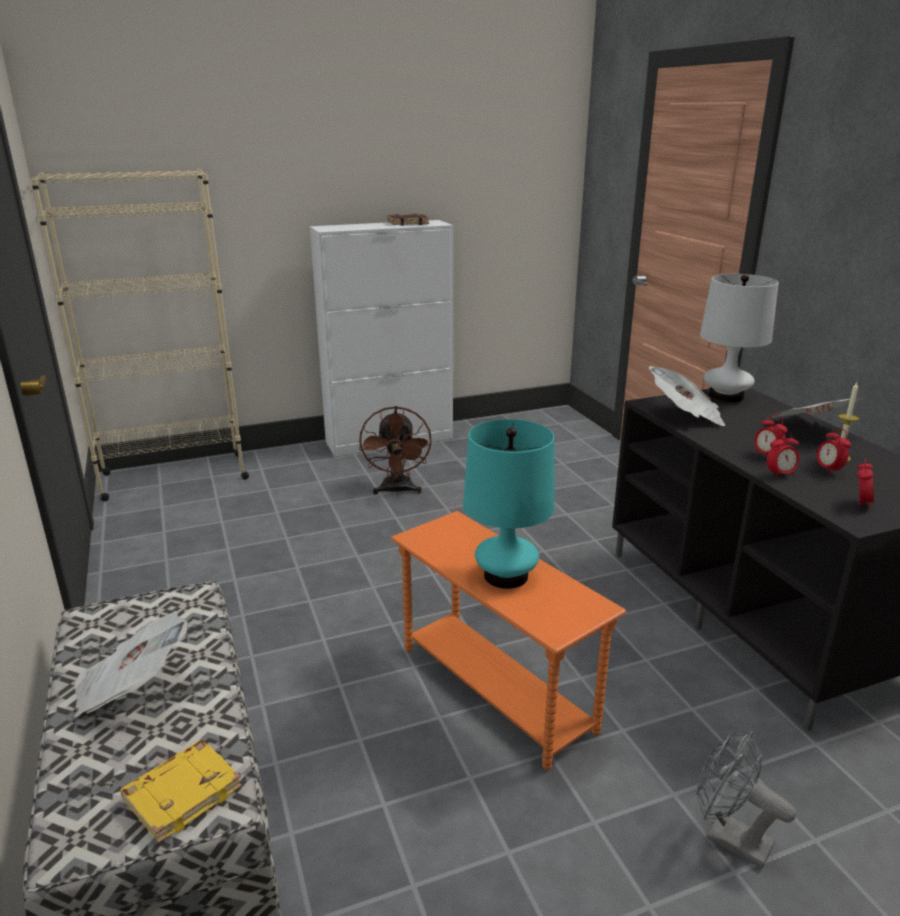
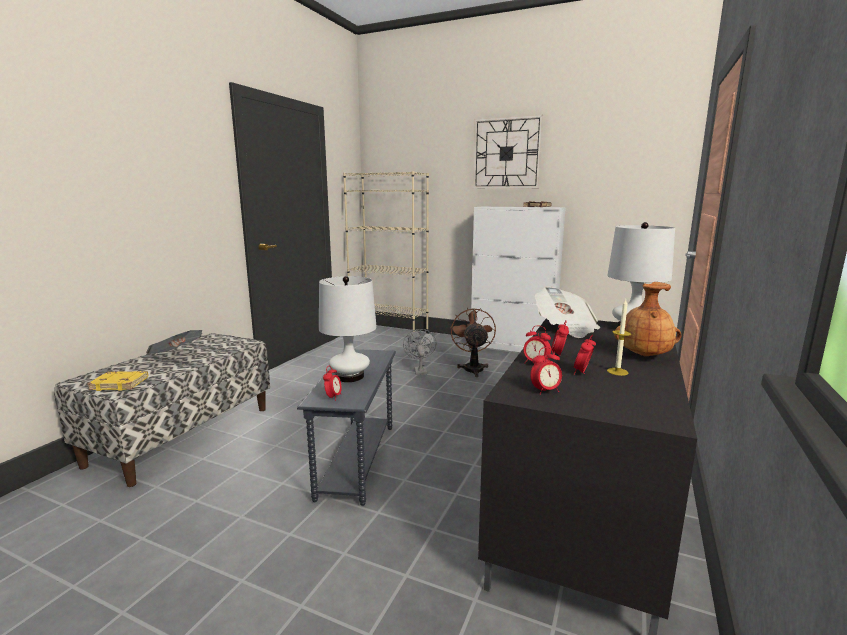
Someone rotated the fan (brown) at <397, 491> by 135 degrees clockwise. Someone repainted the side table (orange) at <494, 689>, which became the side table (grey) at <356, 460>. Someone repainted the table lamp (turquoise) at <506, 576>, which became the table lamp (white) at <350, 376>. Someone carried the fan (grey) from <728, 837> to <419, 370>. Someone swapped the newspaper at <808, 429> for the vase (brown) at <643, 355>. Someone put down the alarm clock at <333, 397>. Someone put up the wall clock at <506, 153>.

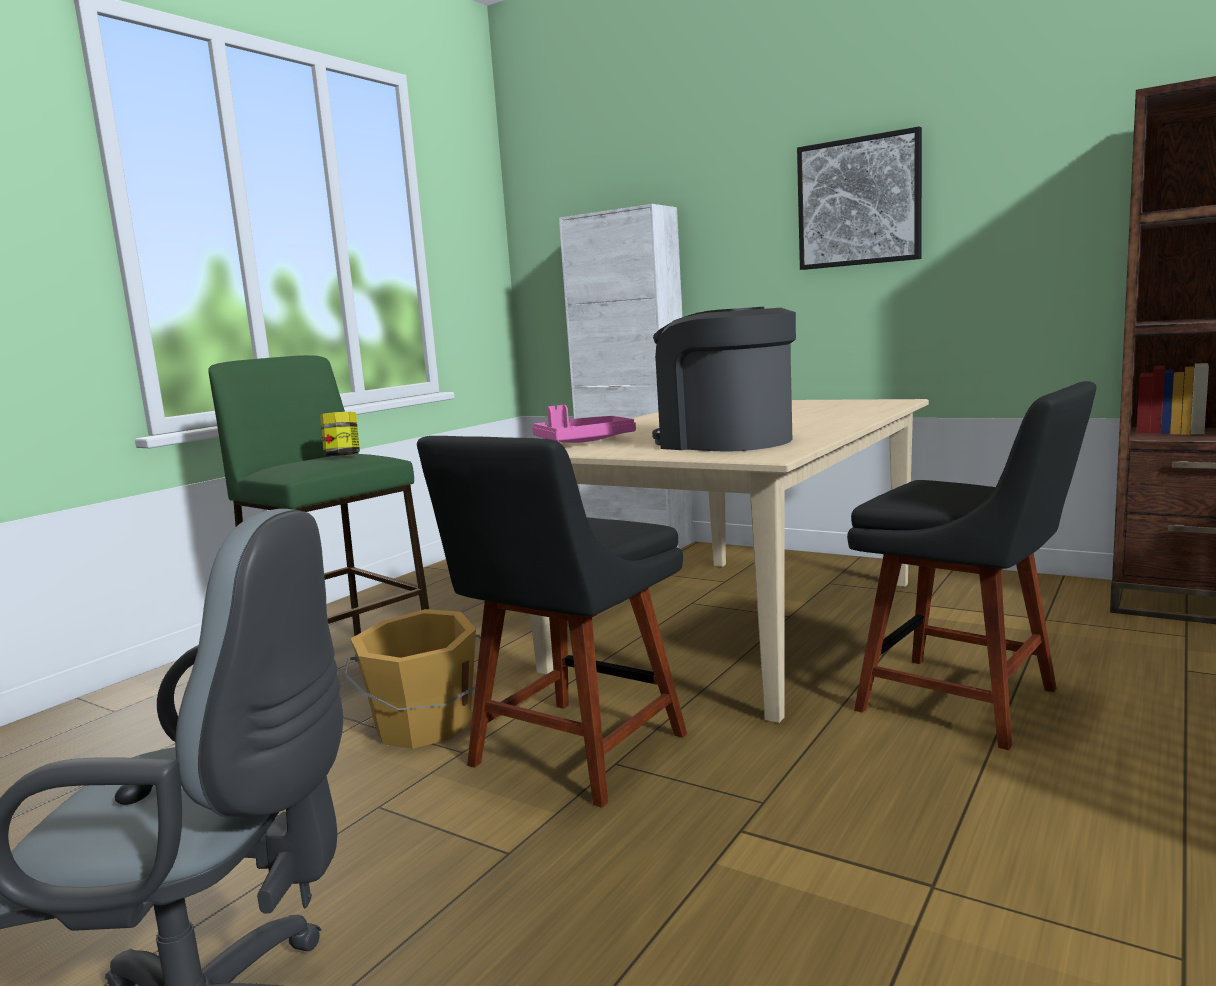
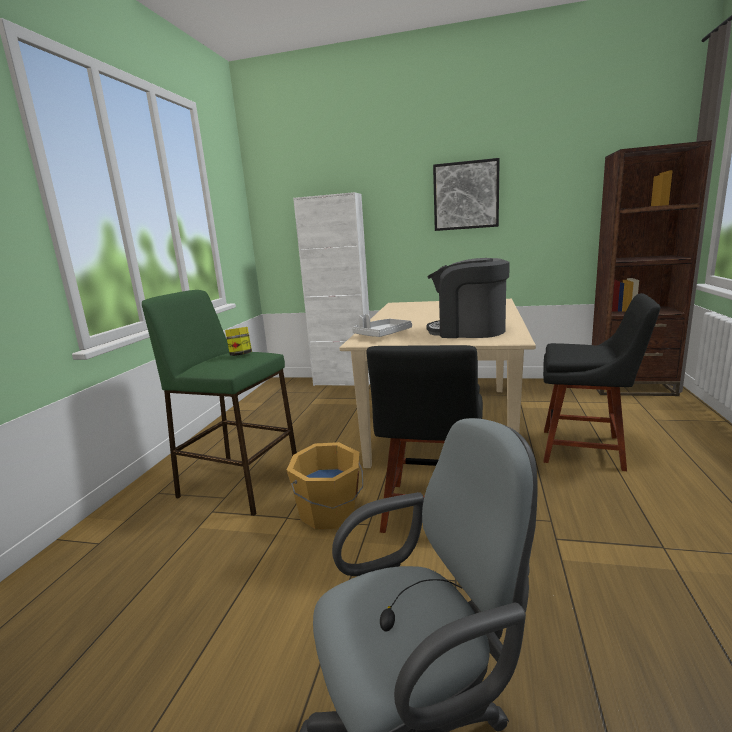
Someone repainted the tray (pink) at <583, 441>, which became the tray (grey) at <382, 335>.

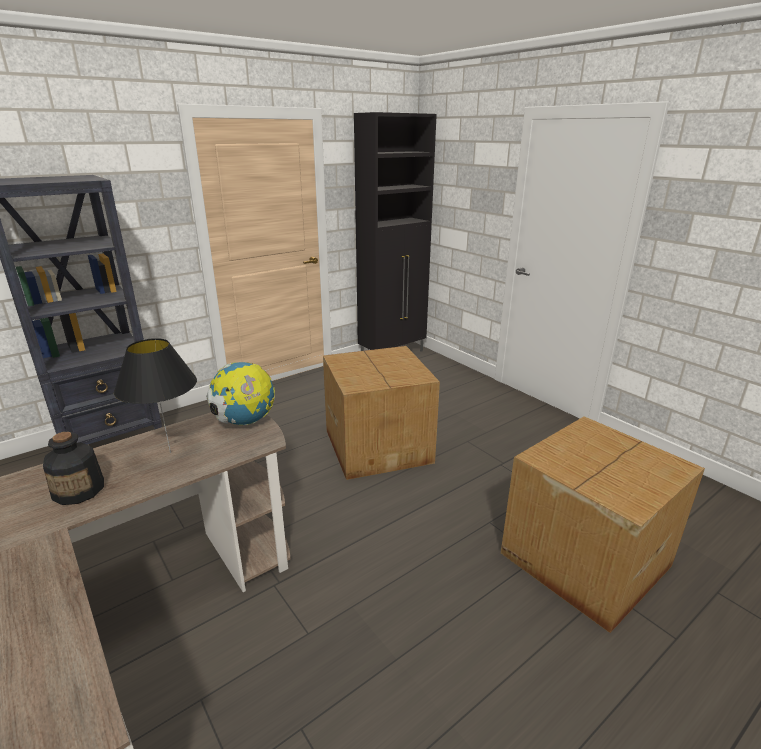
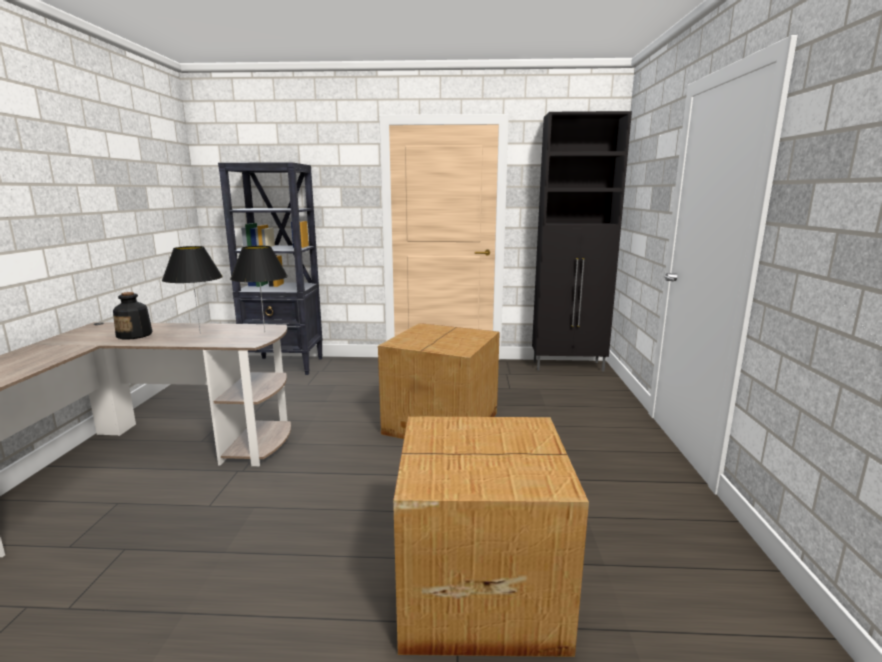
Someone swapped the globe at <245, 422> for the table lamp (black) at <264, 332>.

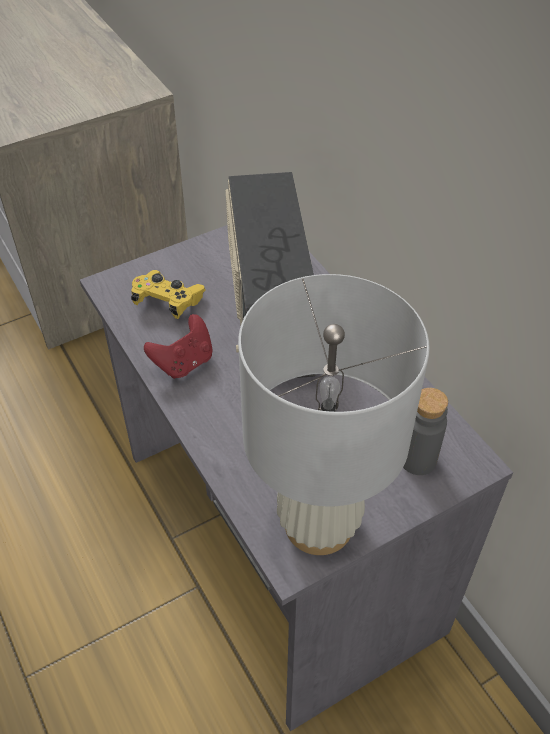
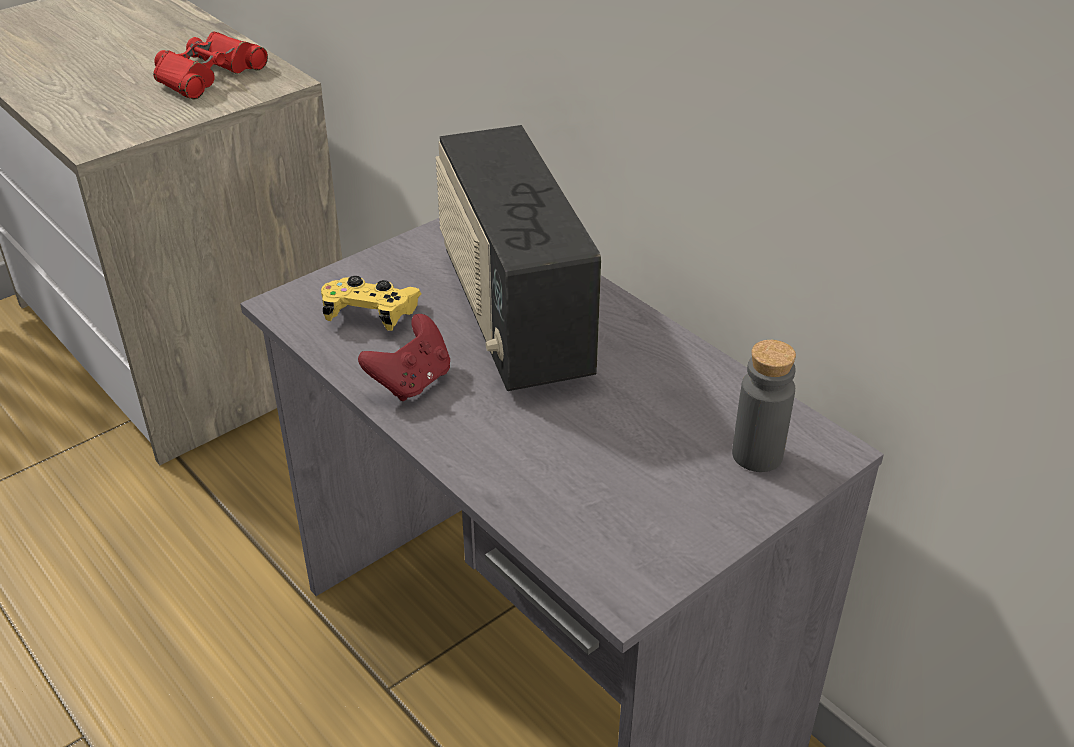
Someone took away the table lamp (white) at <319, 523>. Someone put down the binoculars (red) at <208, 75>.

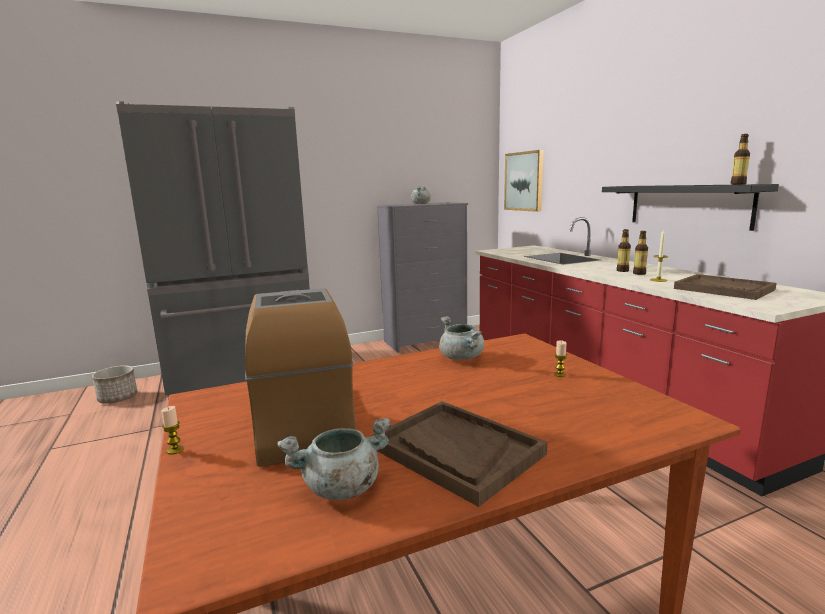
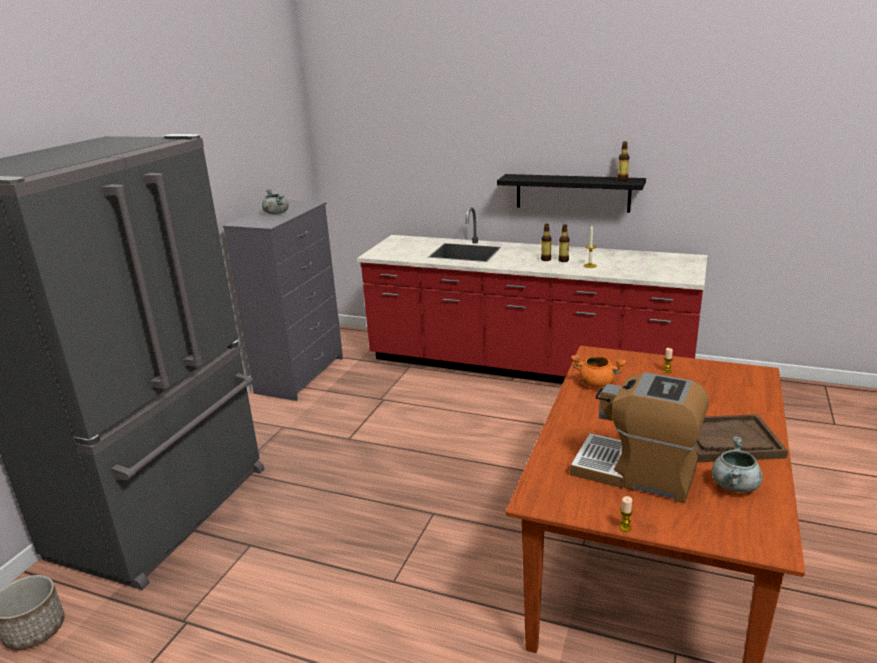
Someone repainted the cooking pot (grey) at <462, 358>, which became the cooking pot (orange) at <596, 383>. Someone took away the picture at <524, 181>. Someone took away the tray (brown) at <723, 289>.

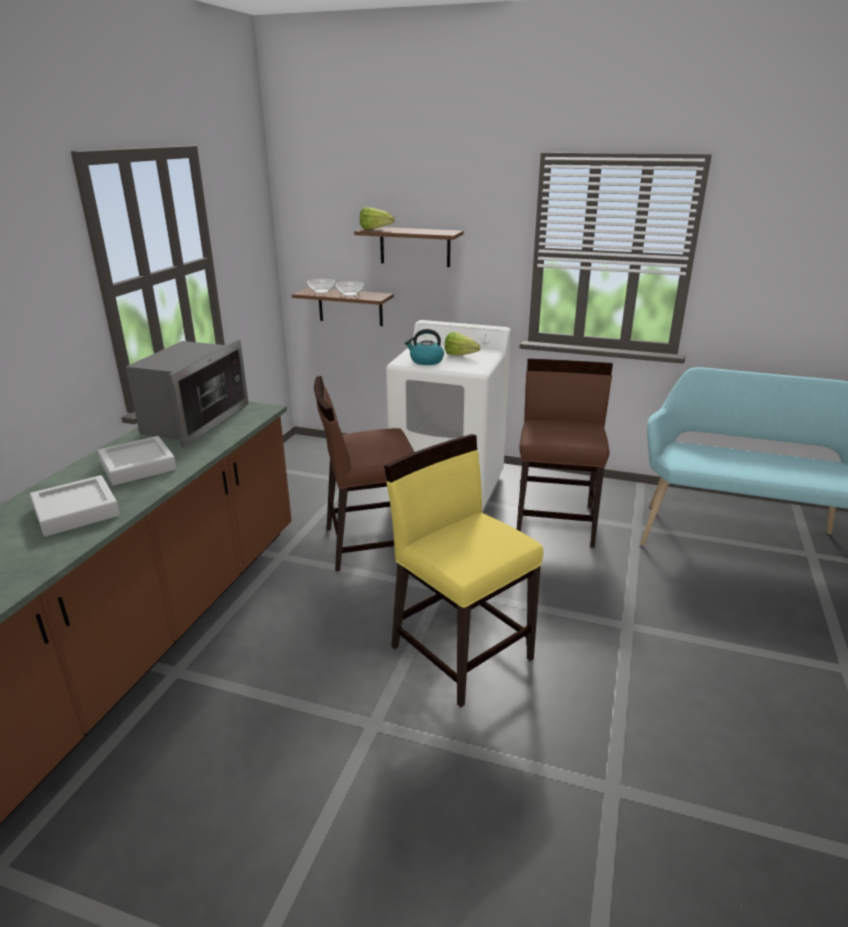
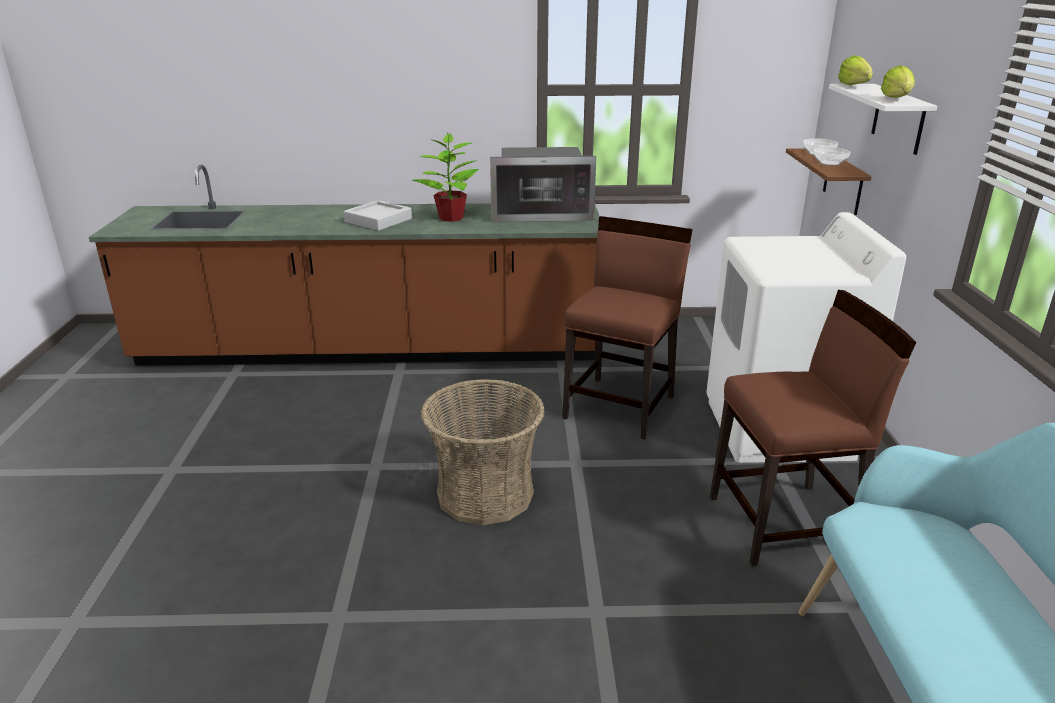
Someone swapped the tray (grey) at <138, 466> for the potted plant at <450, 218>. Someone rotated the chair (brown) at <370, 543> by 60 degrees clockwise. Someone repainted the shelf (brown) at <415, 246>, which became the shelf (white) at <898, 118>. Someone swapped the chair (yellow) at <461, 651> for the basket at <485, 494>. Someone took away the kettle at <426, 361>. Someone carried the lettuce from <462, 356> to <897, 100>.

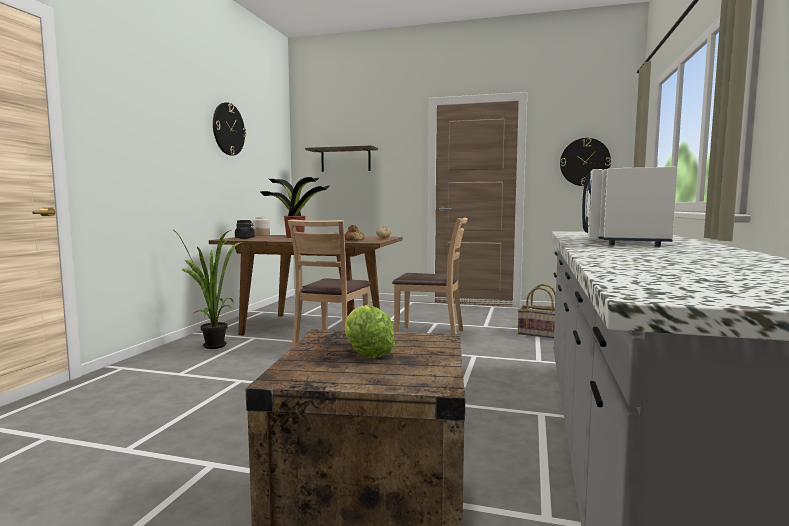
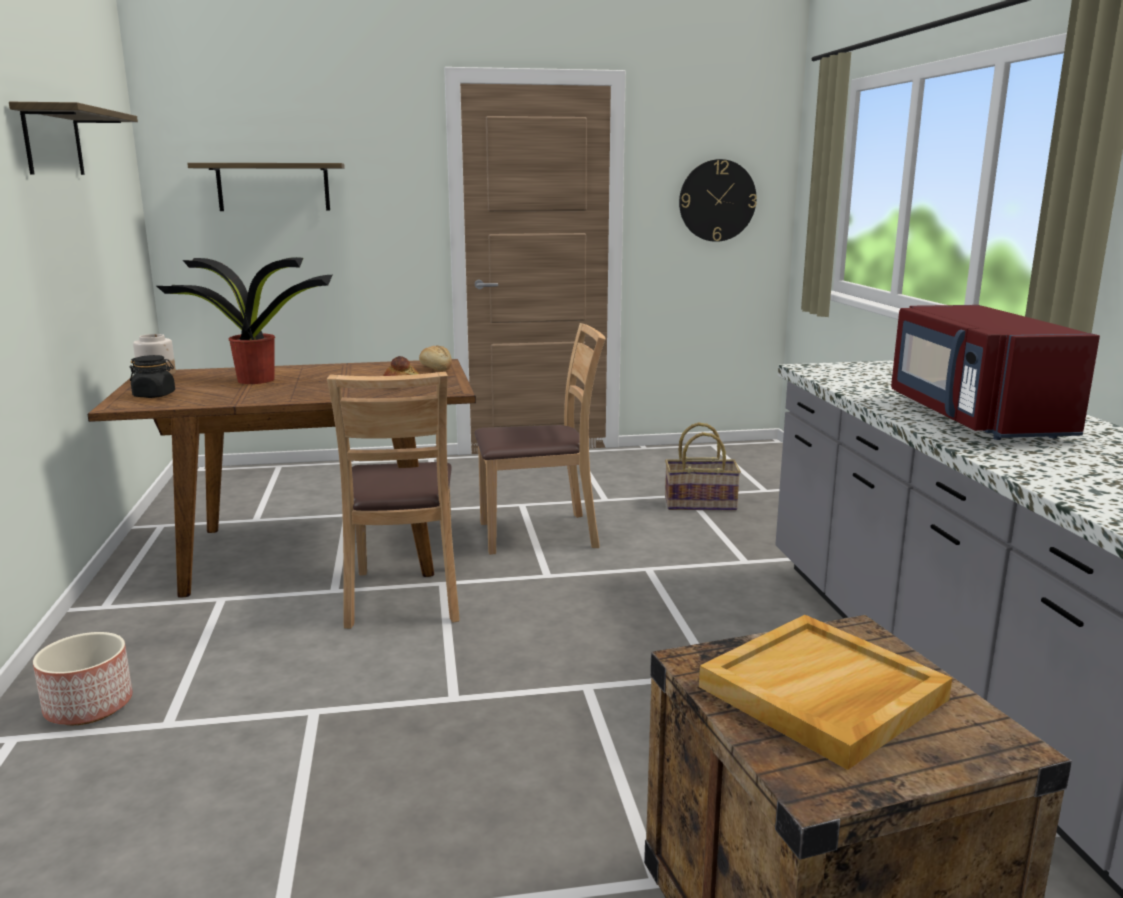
Someone took away the potted plant at <215, 347>. Someone swapped the wall clock at <228, 129> for the shelf at <53, 142>. Someone swapped the lettuce at <366, 353> for the tray (beige) at <822, 694>. Someone repainted the microwave (white) at <621, 241>, which became the microwave (red) at <973, 417>. Someone put down the planter at <88, 707>.

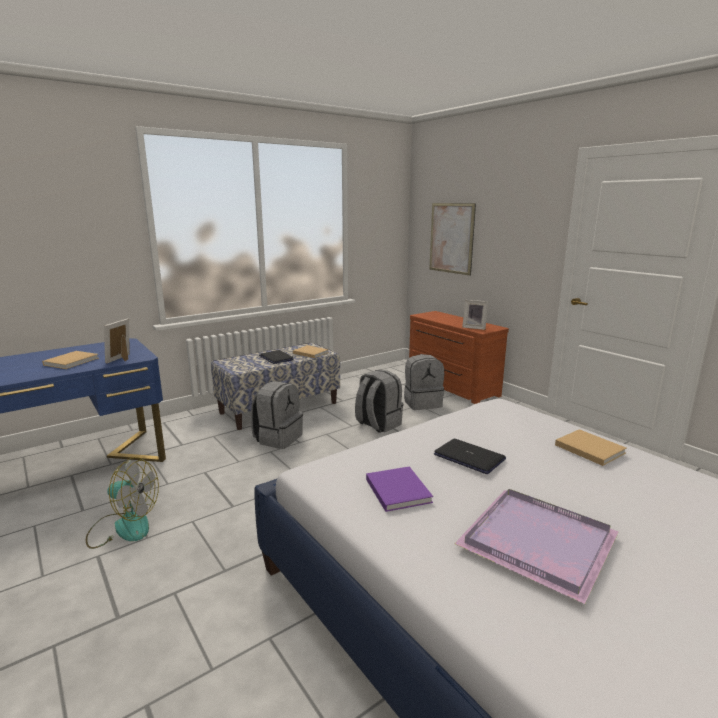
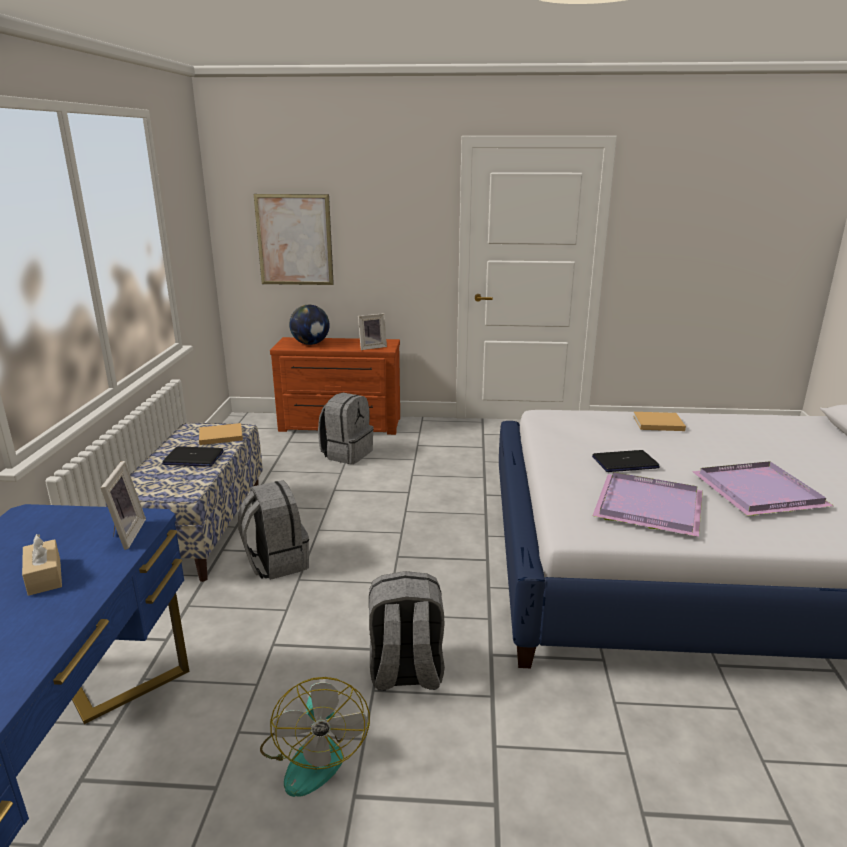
Someone swapped the book (beige) at <73, 361> for the tissue box (beige) at <44, 576>. Someone rotated the fan at <123, 526> by 120 degrees clockwise. Someone rotated the picture frame at <122, 359> by 150 degrees counterclockwise. Someone carried the backpack (grey) from <378, 424> to <406, 673>. Someone swapped the book (purple) at <397, 489> for the tray (purple) at <646, 507>. Someone put down the globe at <310, 344>.

